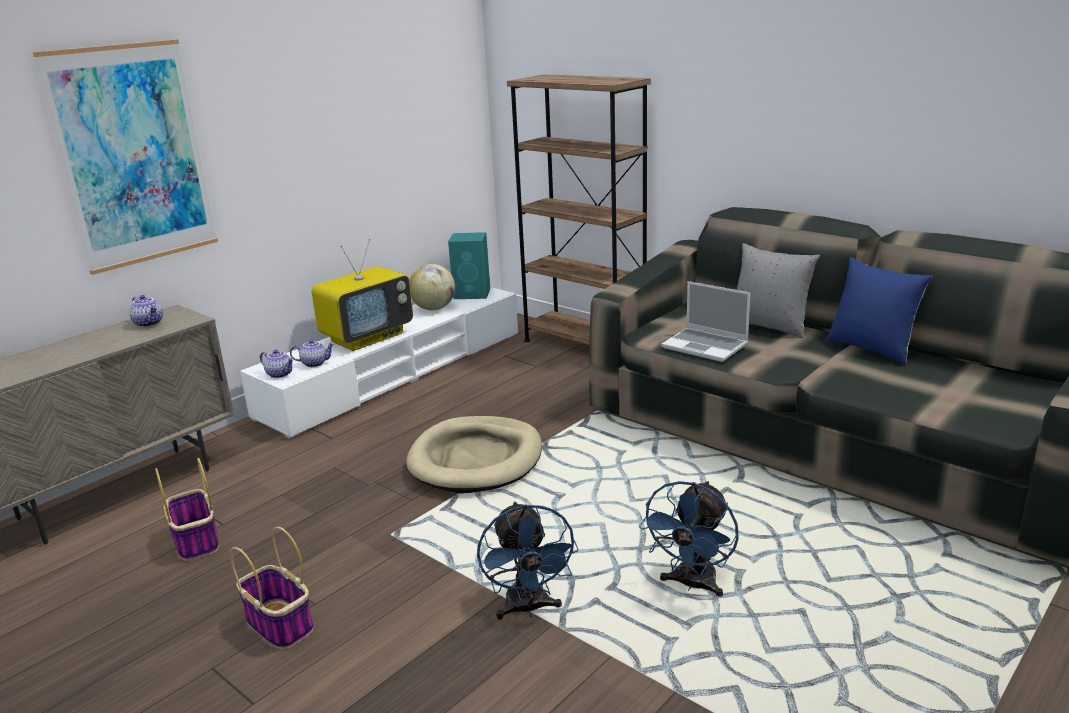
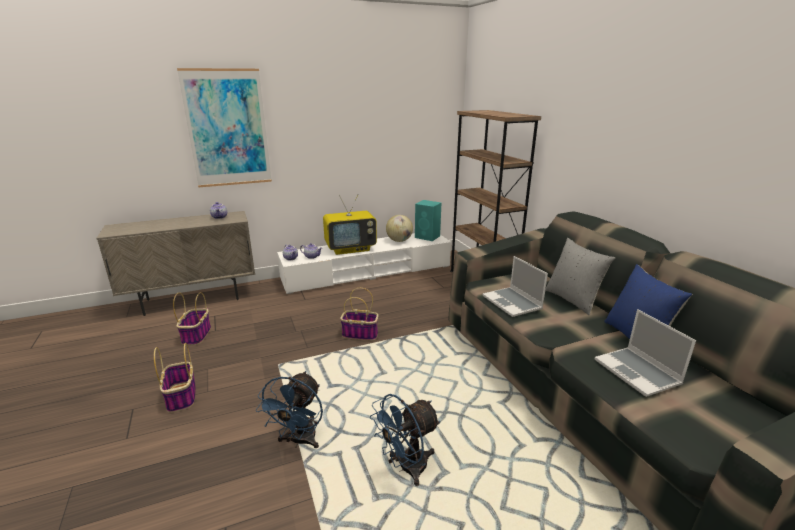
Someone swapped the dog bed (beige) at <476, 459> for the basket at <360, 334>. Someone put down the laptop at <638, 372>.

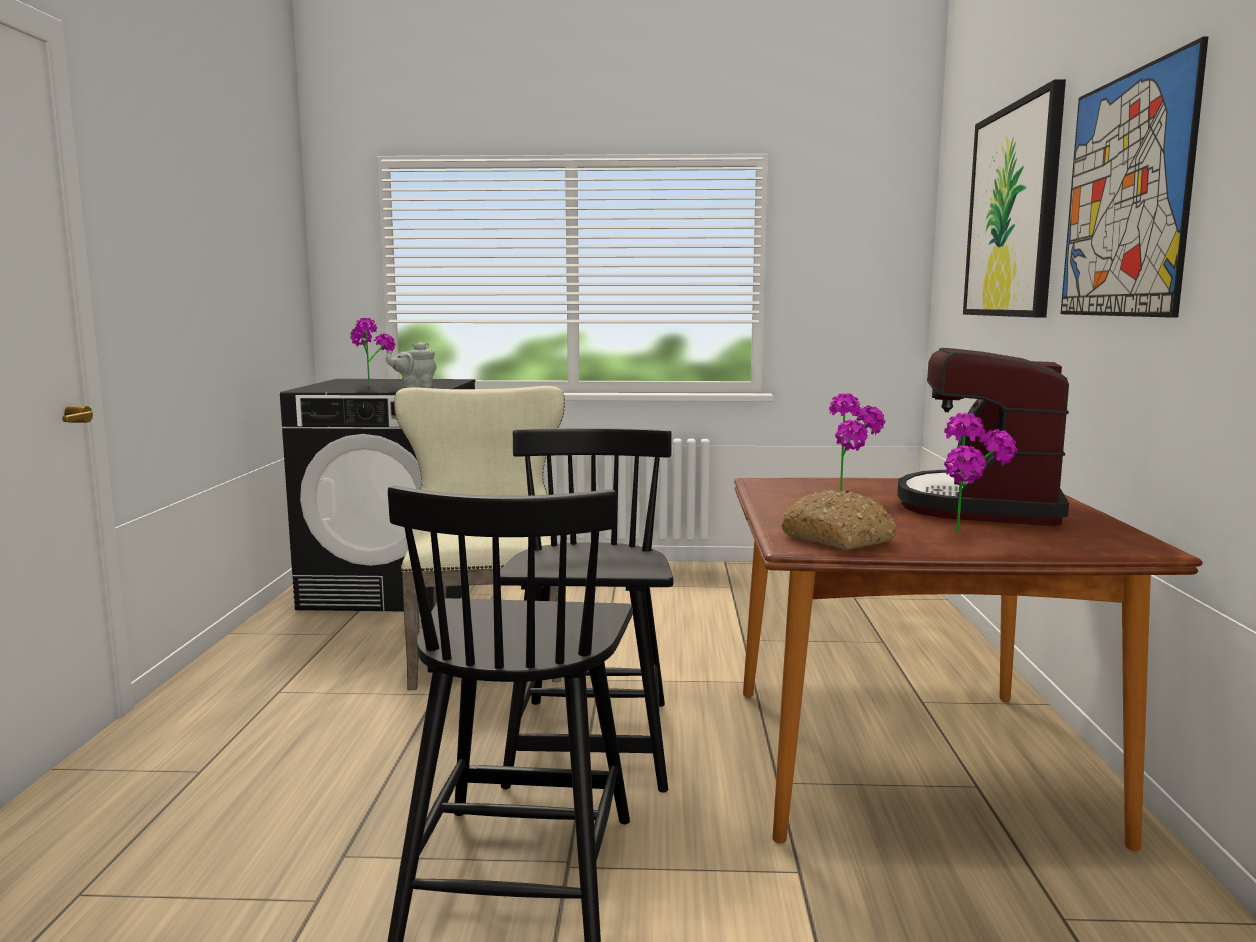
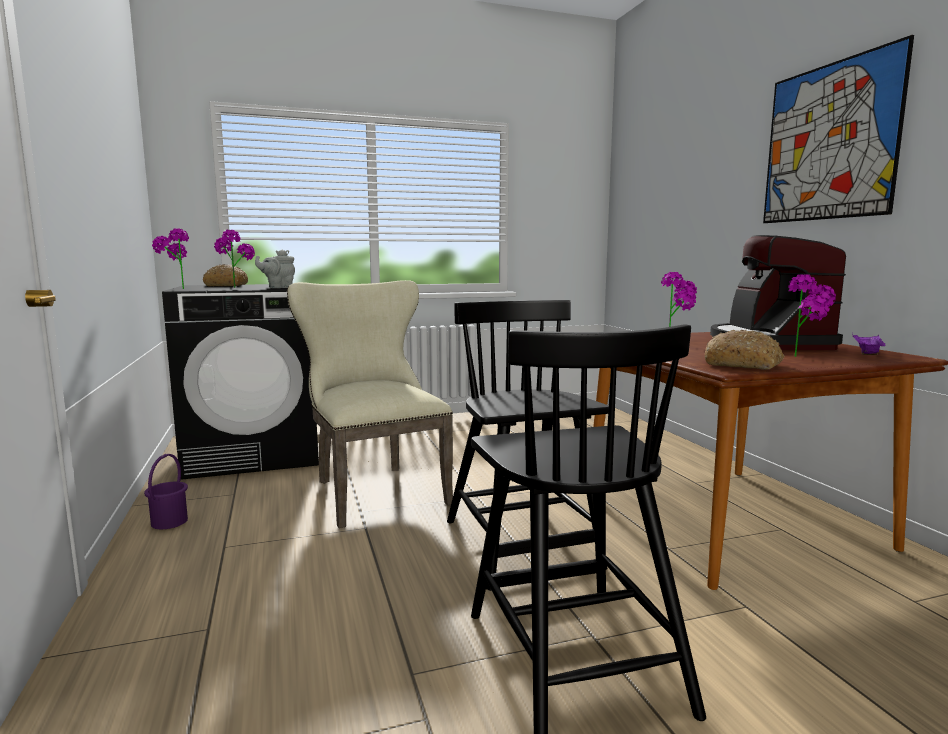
Someone took away the picture at <1012, 212>. Someone put down the bucket (purple) at <168, 522>. Someone put down the potted plant at <175, 289>. Someone put down the bread at <226, 285>. Someone put down the tray (purple) at <866, 353>.

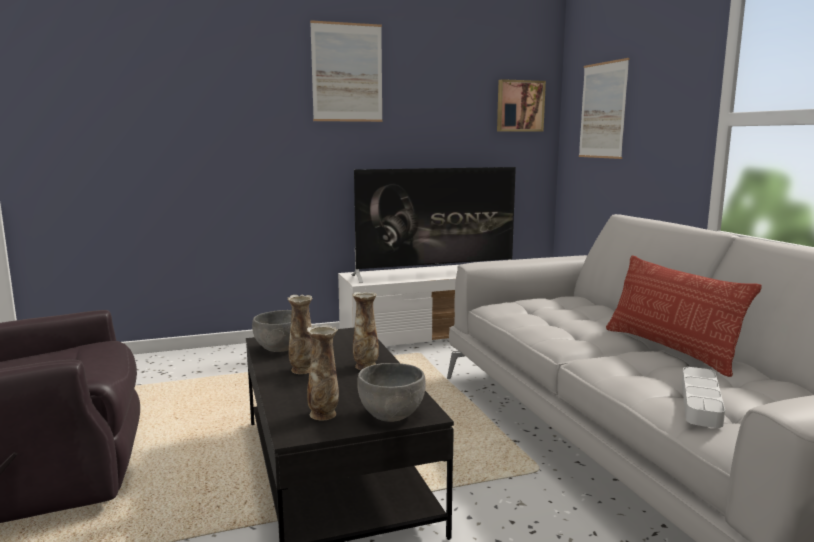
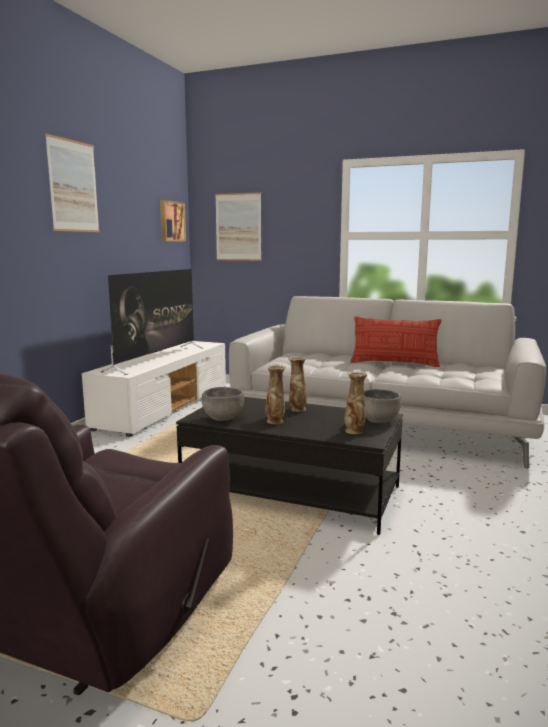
Someone took away the tray (grey) at <700, 401>.

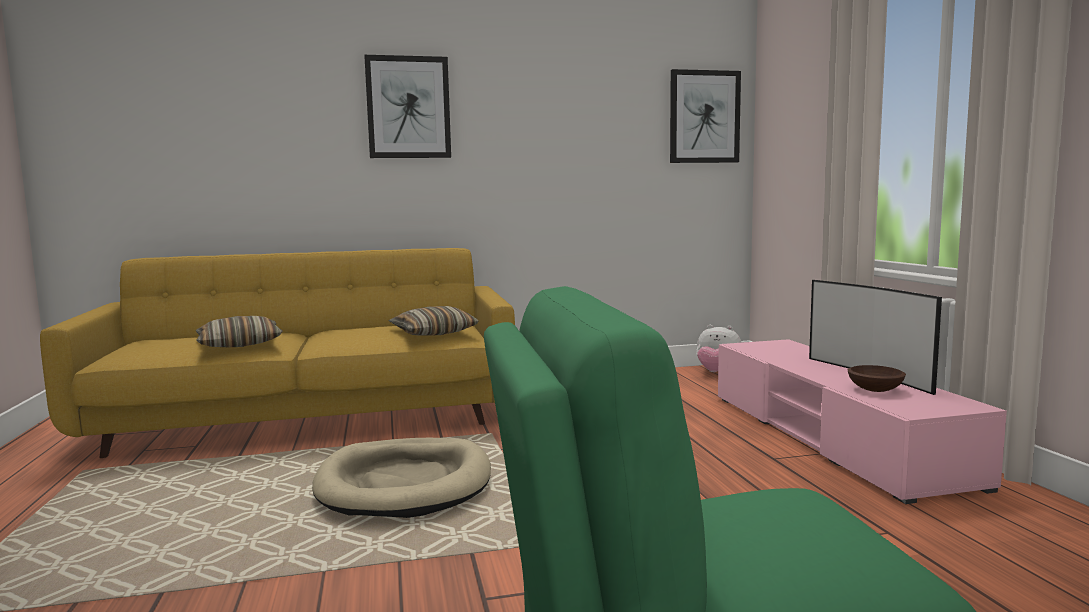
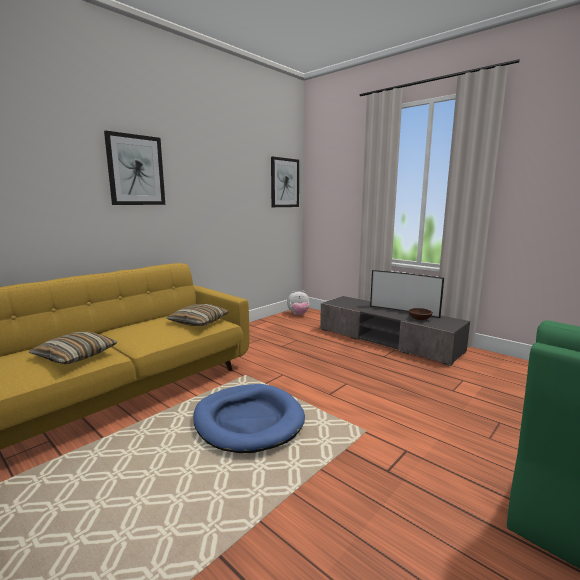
Someone repainted the dog bed (beige) at <405, 484>, which became the dog bed (blue) at <248, 421>. Someone repainted the tv stand (pink) at <831, 437>, which became the tv stand (grey) at <387, 340>.

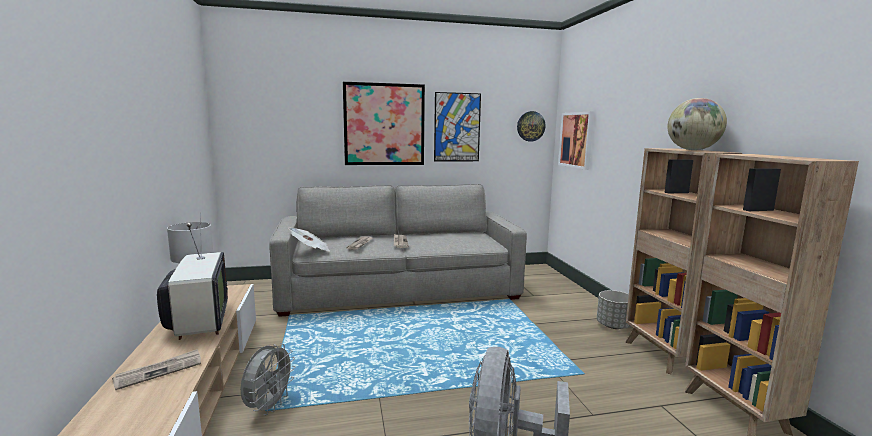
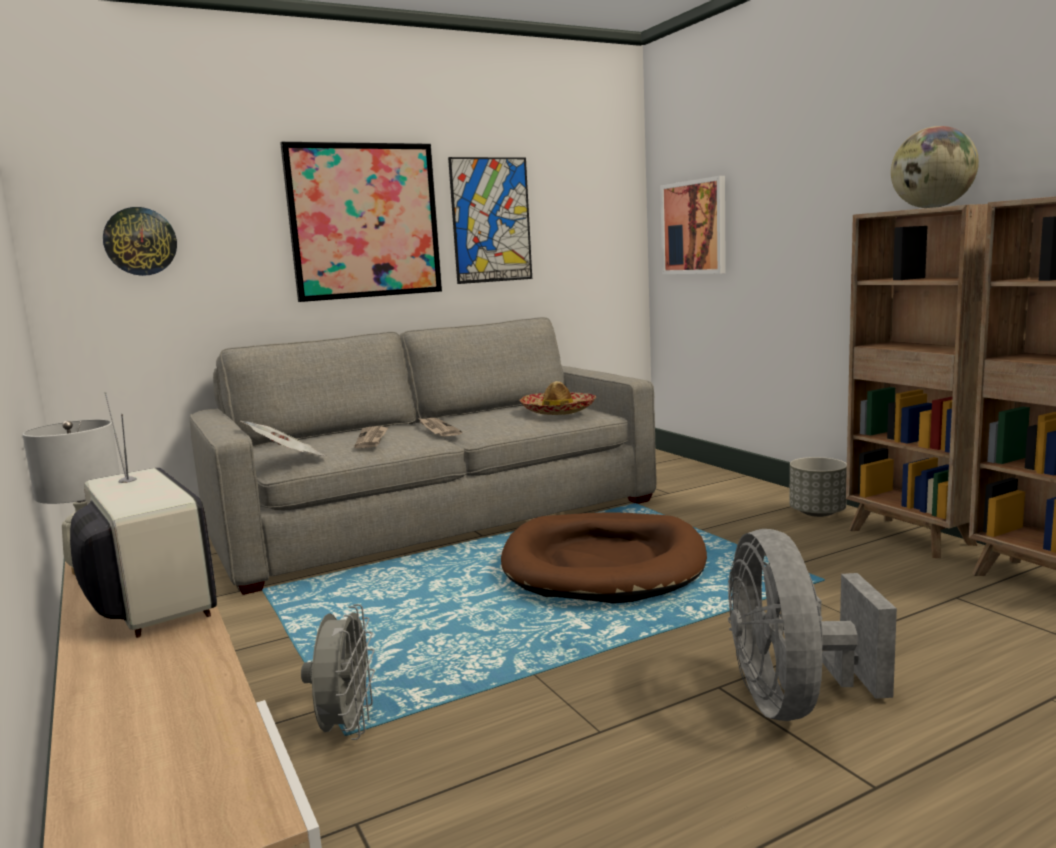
Someone took away the newspaper at <159, 371>. Someone carried the wall clock from <530, 126> to <140, 241>. Someone put down the dog bed (brown) at <603, 564>. Someone put down the hat at <558, 411>.

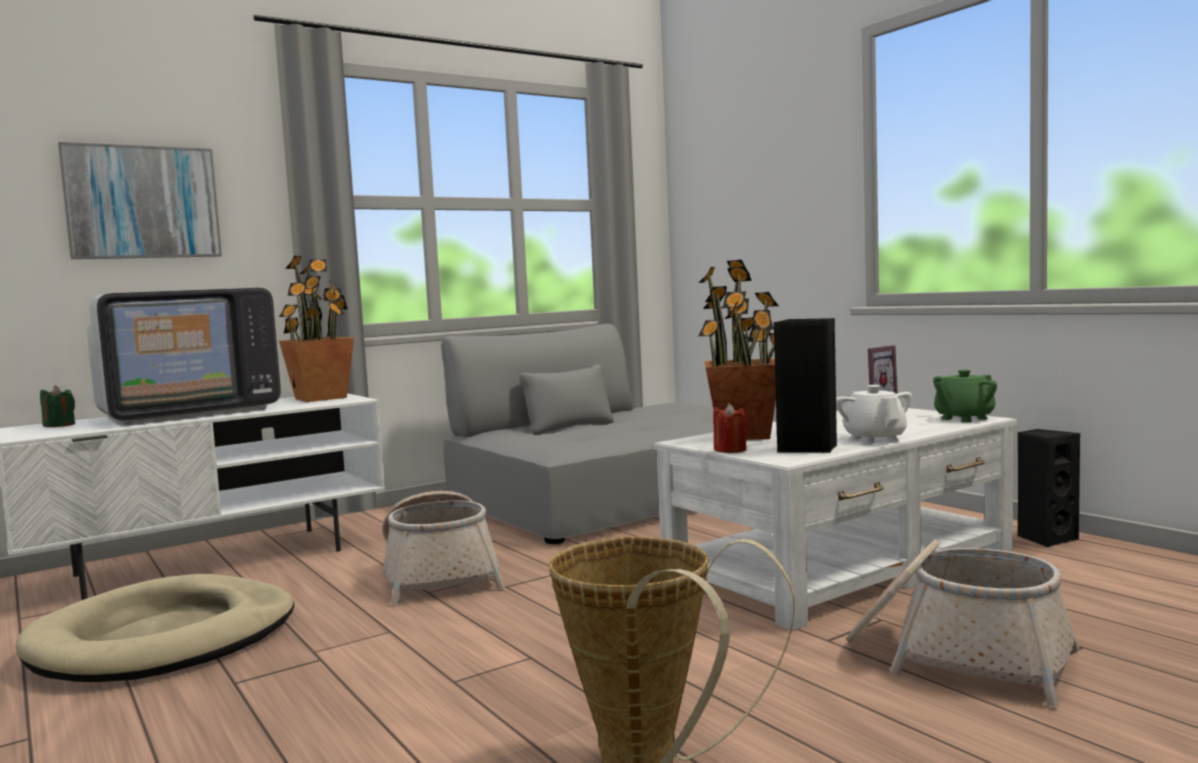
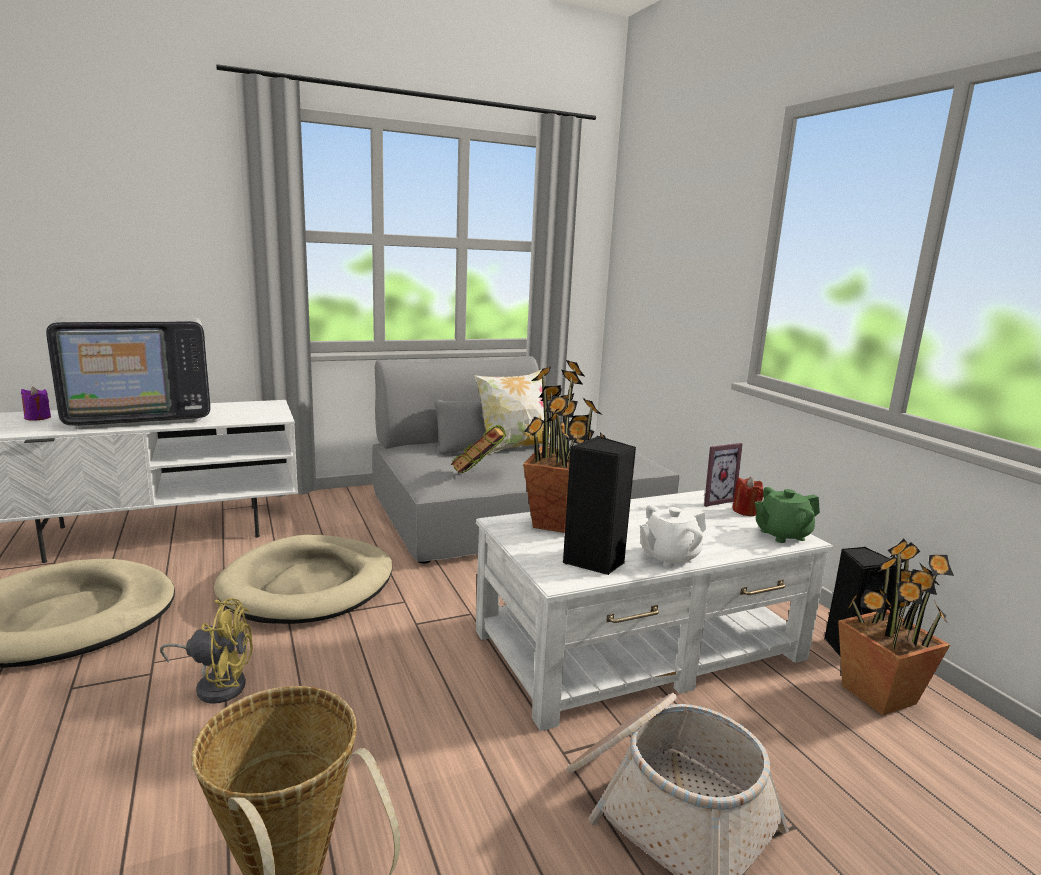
Someone repainted the candle (green) at <59, 425>, which became the candle (purple) at <37, 417>. Someone took away the picture at <143, 202>. Someone carried the potted plant from <321, 398> to <879, 694>. Someone swapped the basket at <440, 575> for the dog bed (beige) at <309, 585>. Someone carried the candle (red) from <730, 450> to <745, 511>. Someone rotated the teapot (white) at <874, 439> by 120 degrees counterclockwise. Someone put down the fan (yellow) at <217, 684>. Someone put down the book at <478, 476>. Someone put down the pillow at <514, 447>.

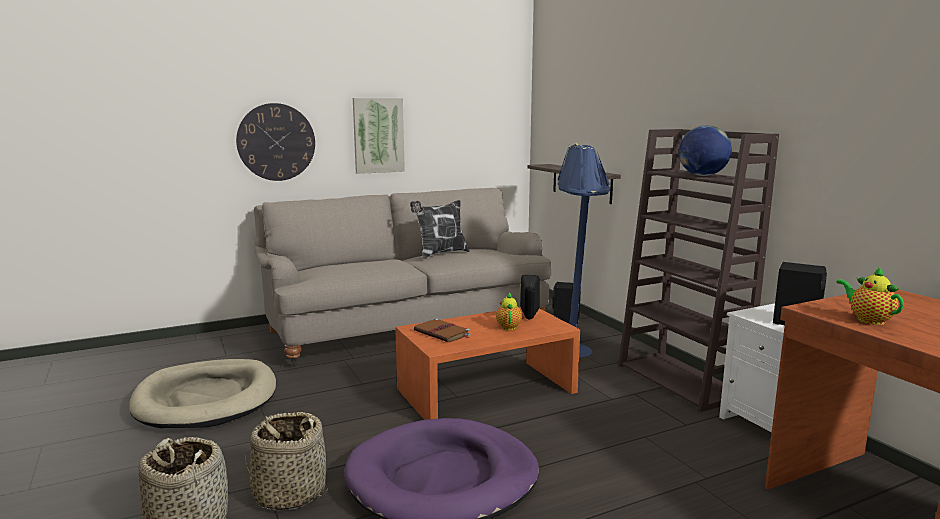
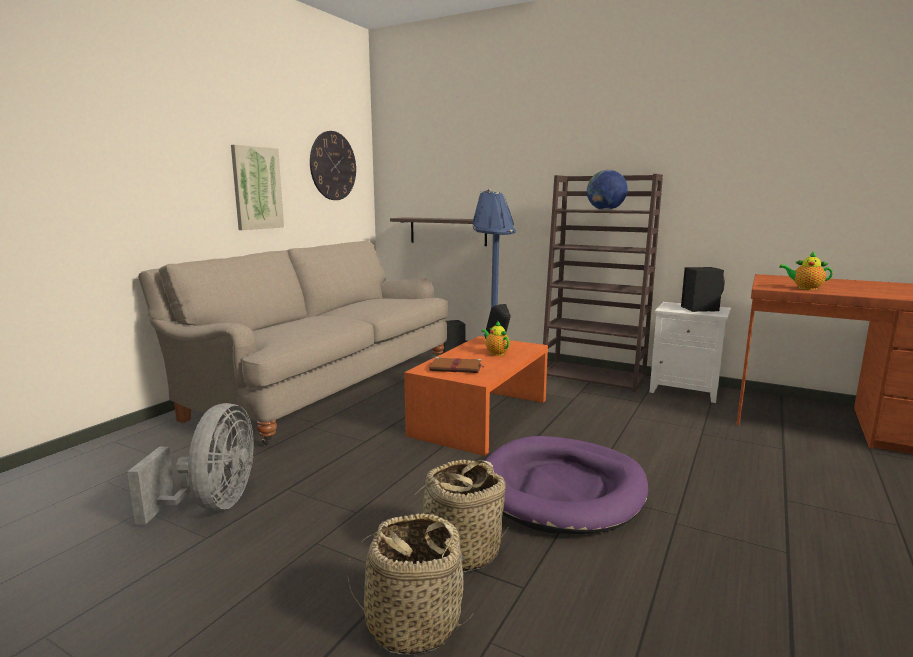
Someone swapped the dog bed (beige) at <207, 399> for the fan (grey) at <213, 504>. Someone carried the wall clock from <276, 142> to <333, 166>. Someone took away the pillow at <440, 253>.

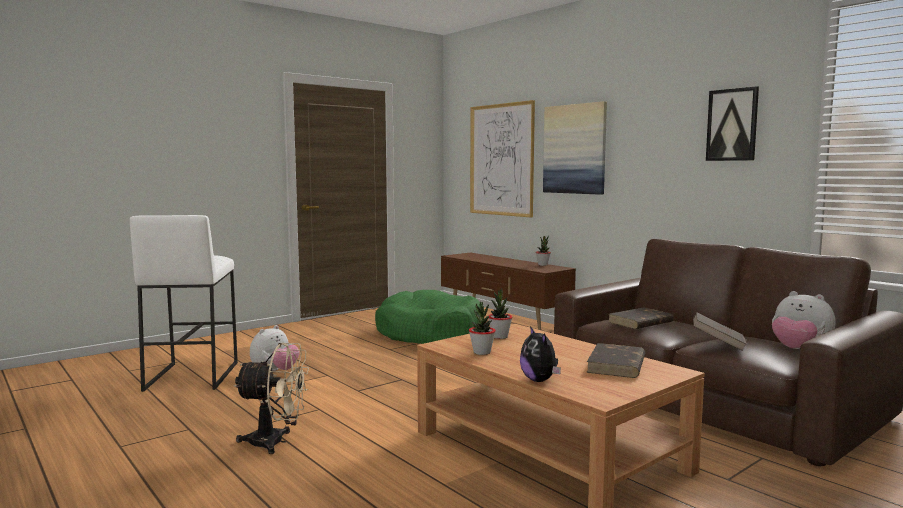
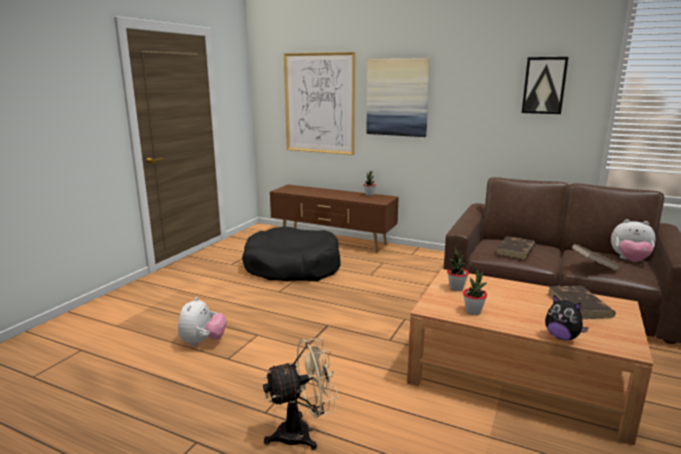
Someone took away the stool (white) at <191, 376>. Someone repainted the dog bed (green) at <429, 333>, which became the dog bed (black) at <292, 267>.

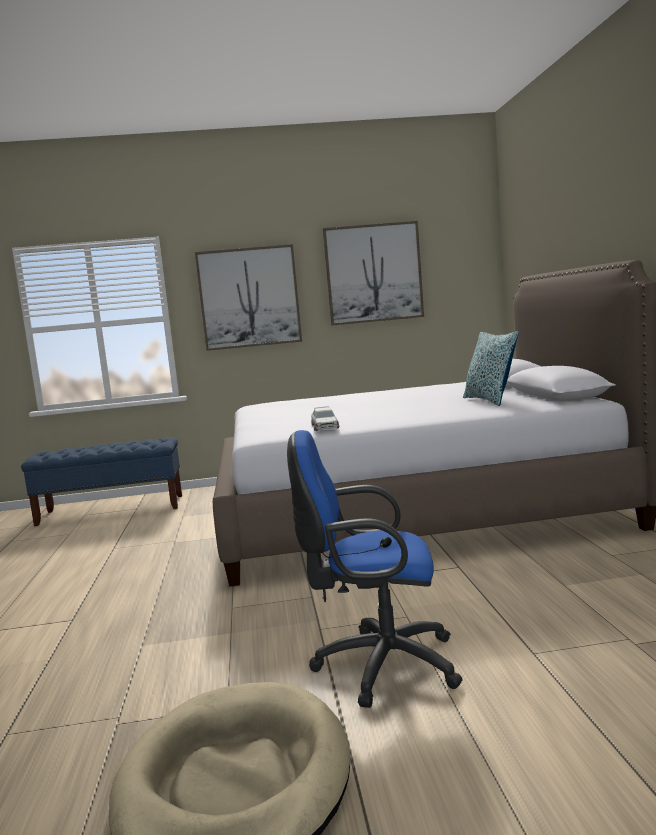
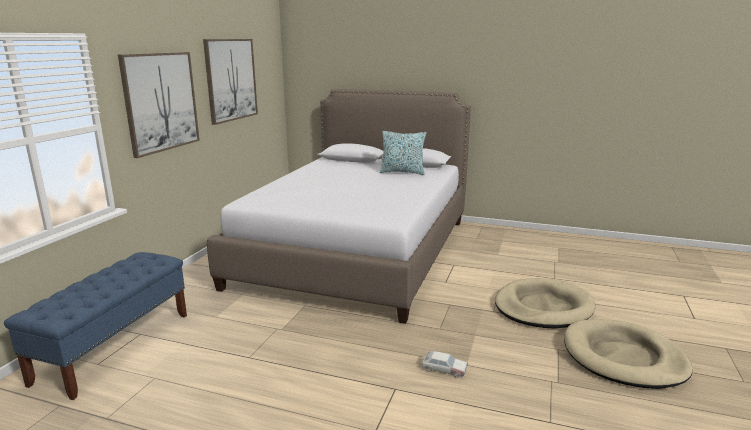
Someone swapped the office chair (blue) at <379, 665> for the dog bed (beige) at <543, 307>. Someone carried the toy car from <324, 426> to <444, 369>.

